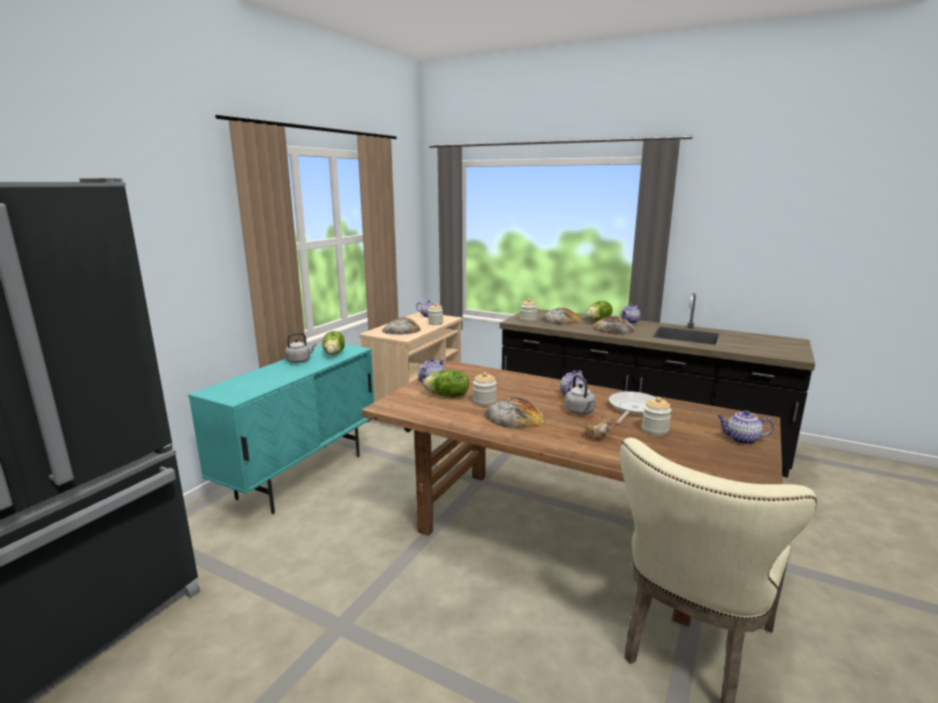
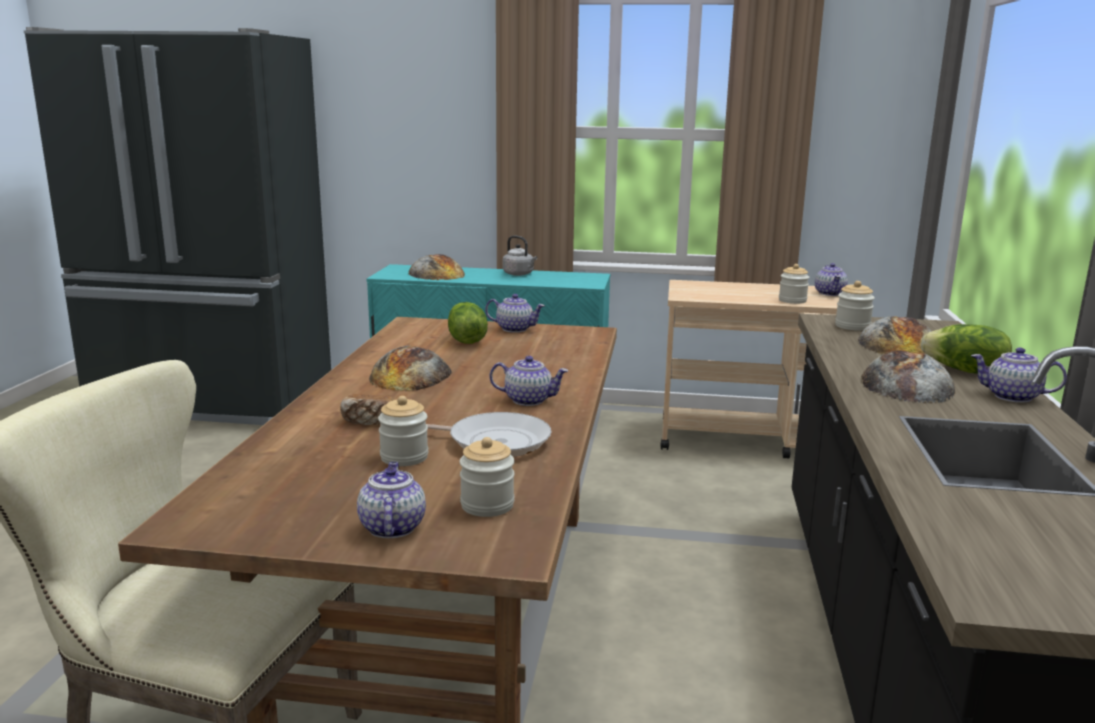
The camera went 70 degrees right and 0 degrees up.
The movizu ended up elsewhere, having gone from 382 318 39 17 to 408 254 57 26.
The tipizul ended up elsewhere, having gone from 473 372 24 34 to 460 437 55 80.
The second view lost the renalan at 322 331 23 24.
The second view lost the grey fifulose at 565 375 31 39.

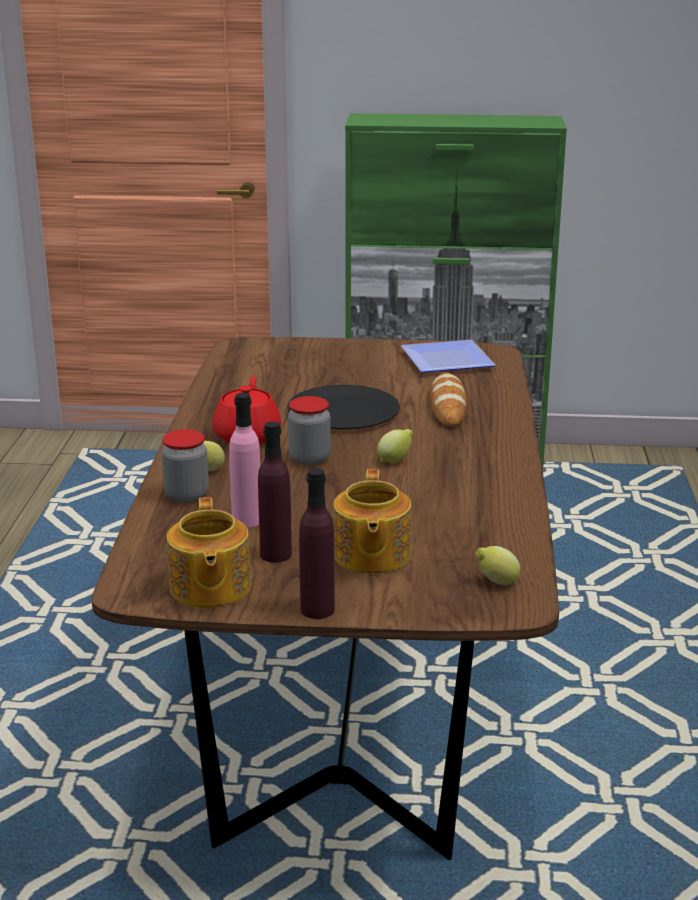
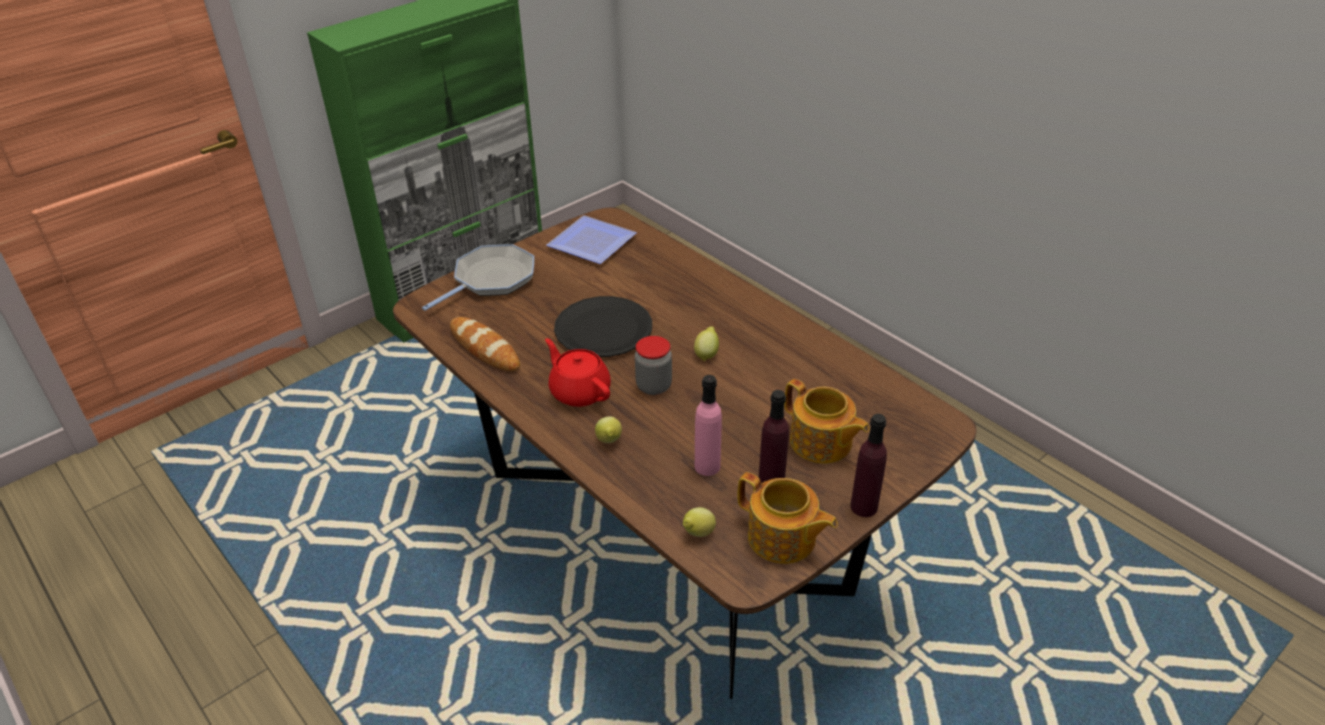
The camera went 45 degrees left and 15 degrees up.
The second view gained the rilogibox at 422 244 112 67.
The movizu ended up elsewhere, having gone from 431 373 36 54 to 450 317 70 54.
The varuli ended up elsewhere, having gone from 475 546 45 39 to 683 507 33 30.
The second view lost the tipizul at 162 429 47 74.

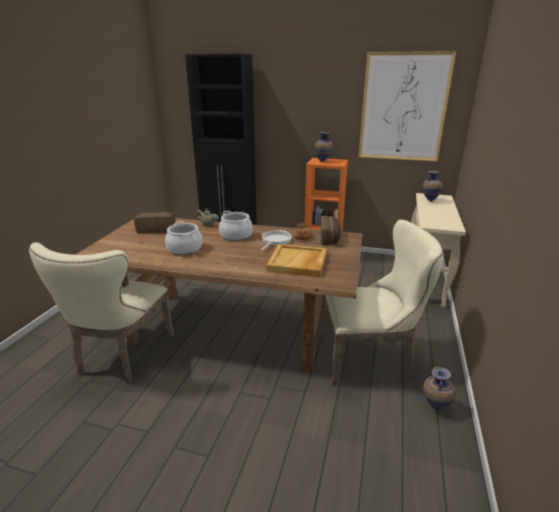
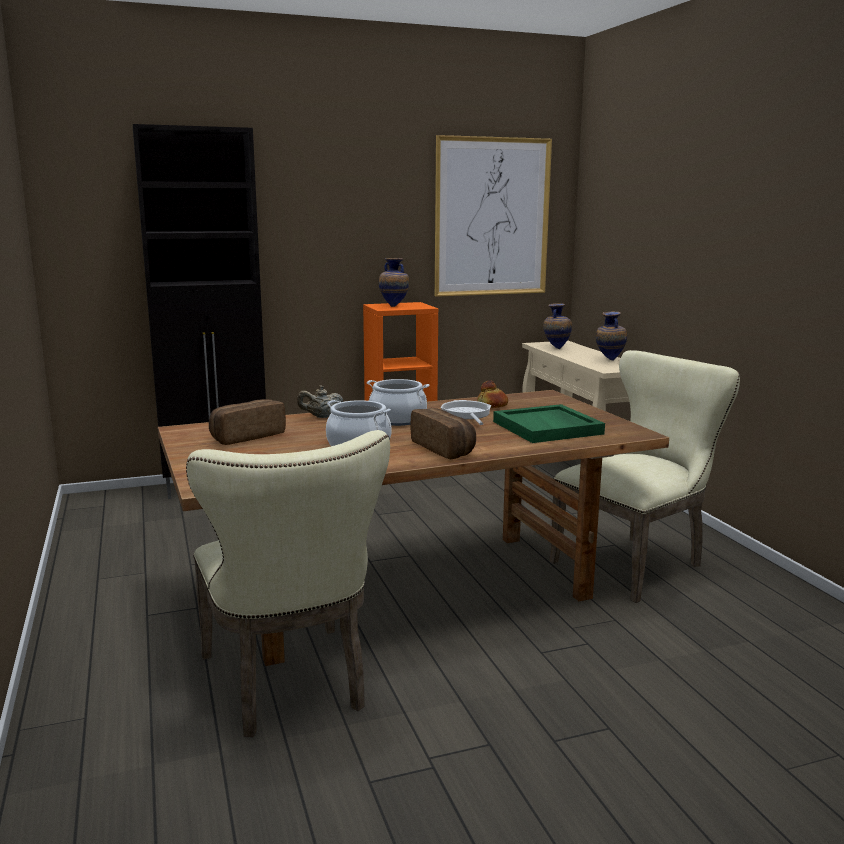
The camera went 35 degrees left and 10 degrees down.
The movizu ended up elsewhere, having gone from 320 216 21 29 to 411 408 65 51.
What was the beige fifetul at 266 244 61 33 turned into the green fifetul at 493 404 112 39.
The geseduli ended up elsewhere, having gone from 423 367 33 43 to 596 312 31 49.

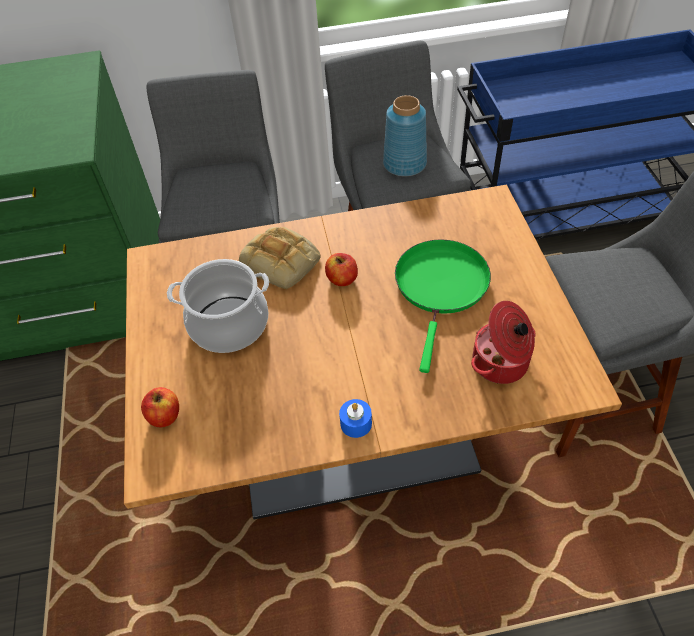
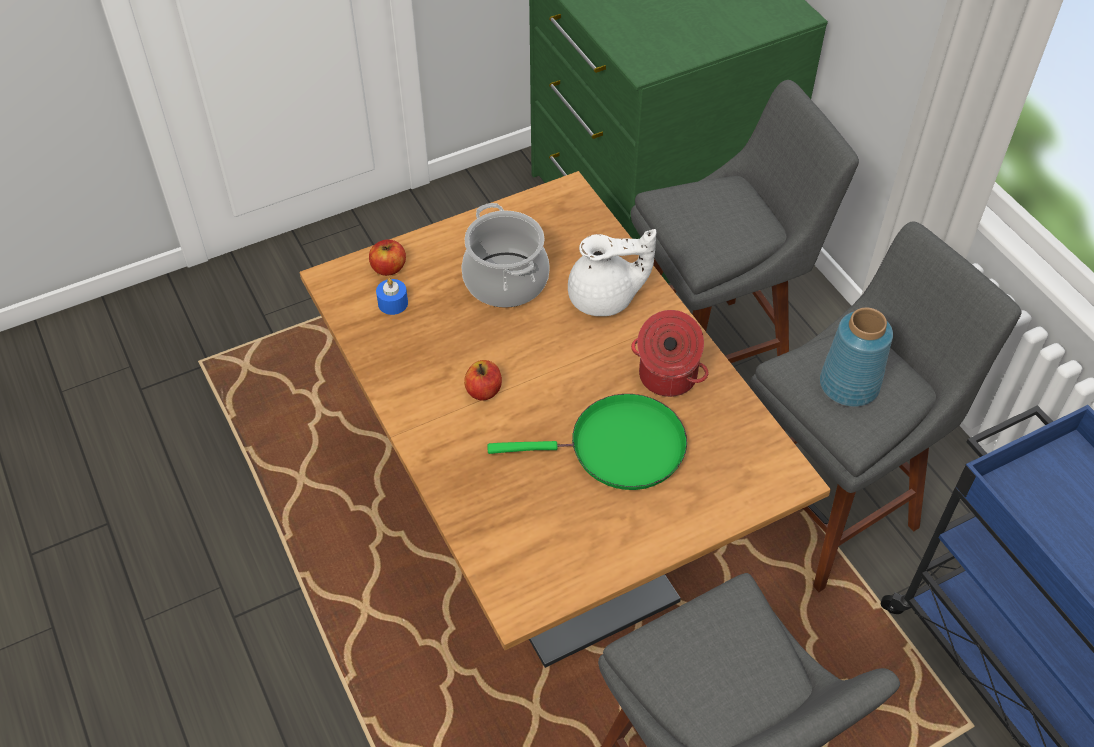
The camera went 70 degrees right and 0 degrees up.
The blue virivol ended up elsewhere, having gone from 339 399 33 39 to 376 278 32 37.
The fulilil ended up elsewhere, having gone from 325 253 33 33 to 464 360 38 41.
Where the movizu stood at 239 227 82 63, the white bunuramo came to stand at 568 229 88 87.
The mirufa ended up elsewhere, having gone from 471 301 65 83 to 631 310 77 87.

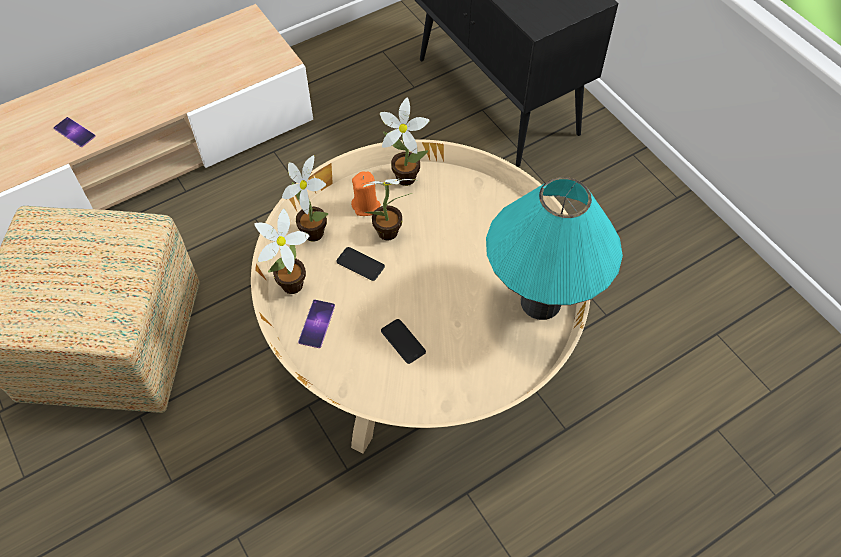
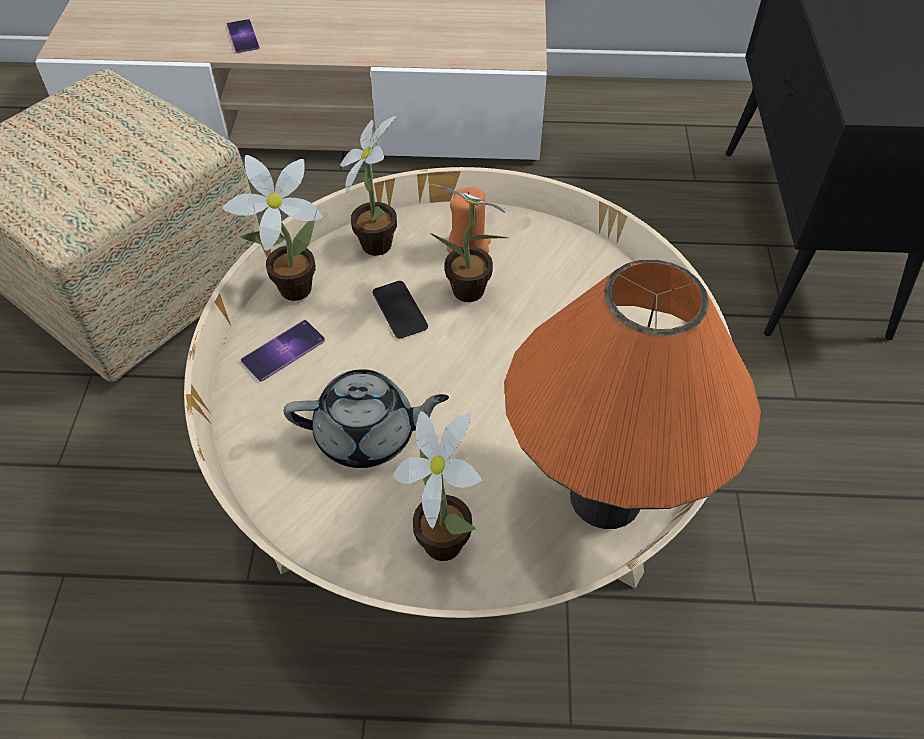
The camera went 35 degrees right and 5 degrees down.
Where the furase stood at 381 319 45 45, the grey bunuramo came to stand at 284 369 165 99.
The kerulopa ended up elsewhere, having gone from 380 98 50 88 to 393 411 89 150.
What was the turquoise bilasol at 486 177 137 143 turned into the orange bilasol at 504 260 257 269.

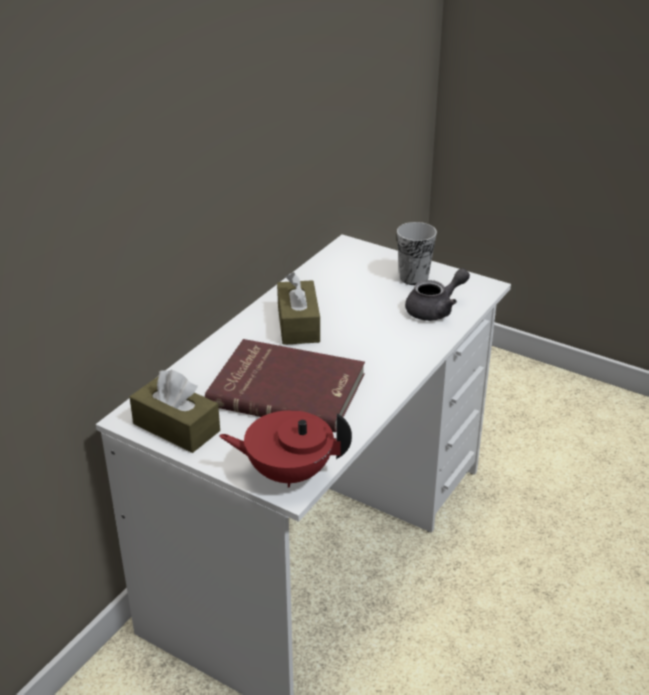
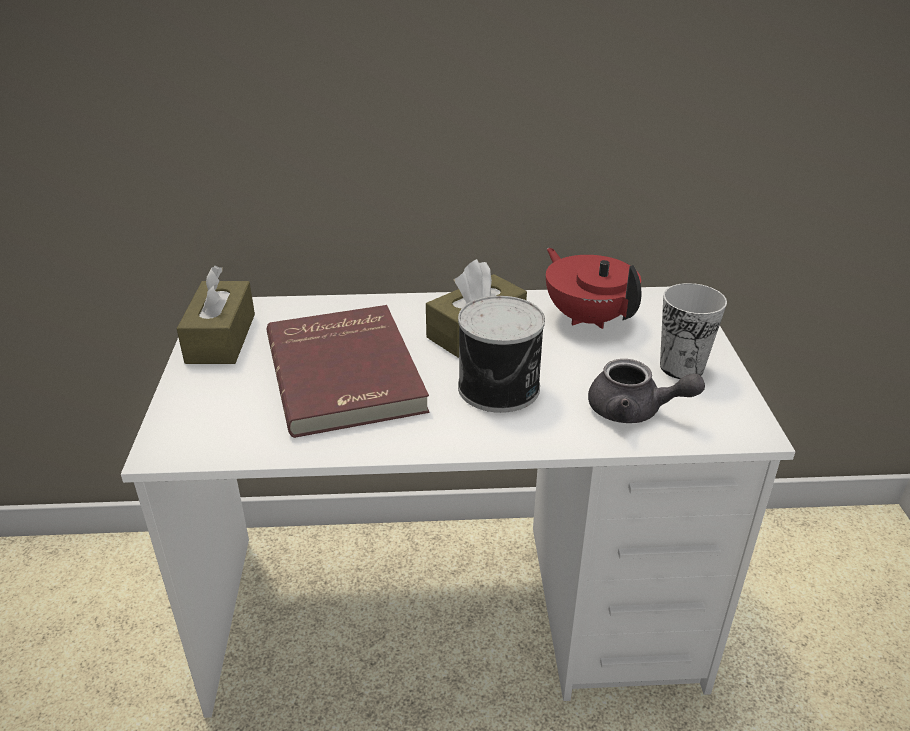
The camera went 55 degrees right and 0 degrees up.
The second view gained the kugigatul at 458 296 87 117.
The red bunuramo ended up elsewhere, having gone from 219 410 133 78 to 546 248 95 81.

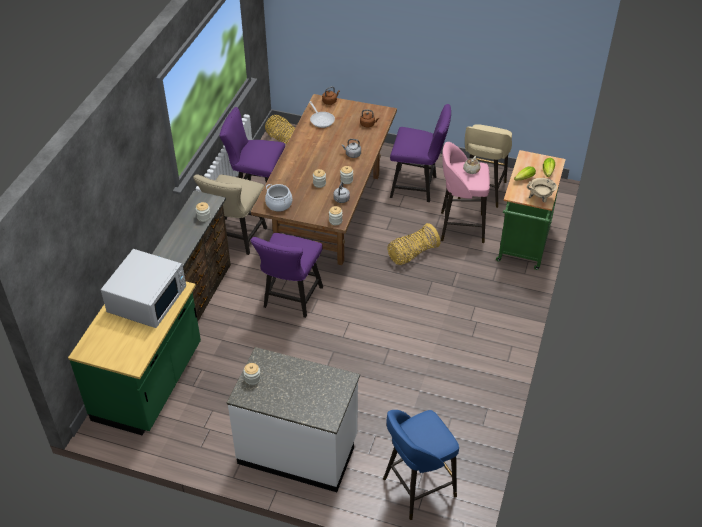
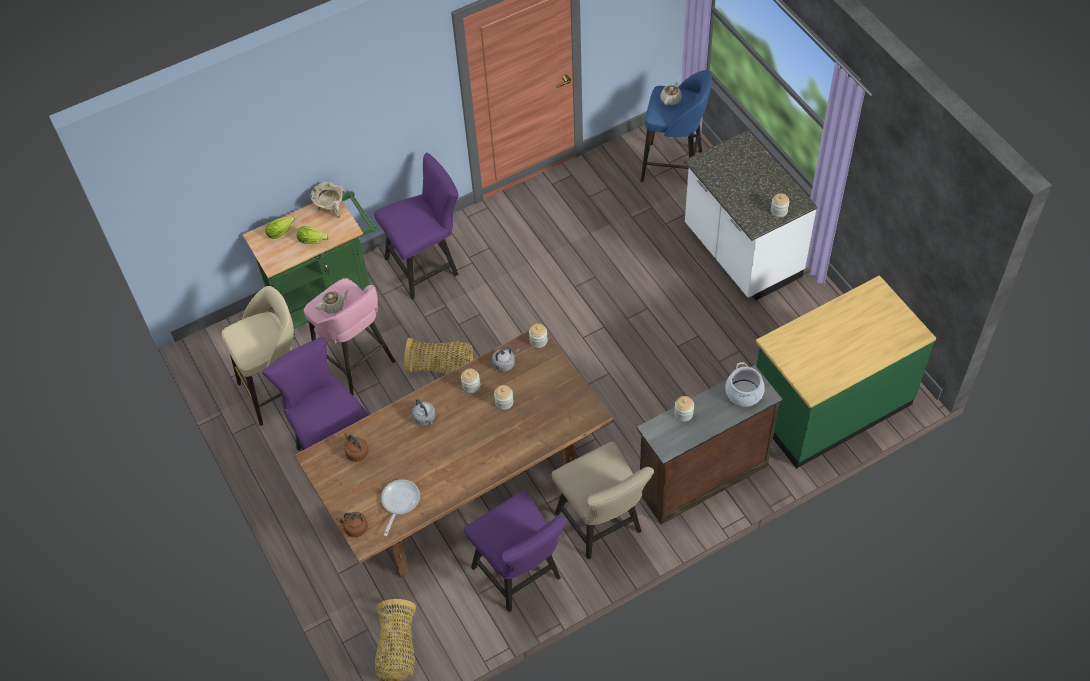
The camera went 135 degrees left and 10 degrees up.
The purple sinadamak ended up elsewhere, having gone from 250 233 73 85 to 374 153 85 147.
The beige sinadamak at 193 174 74 81 ended up facing another way, 90 degrees clockwise from before.
The second view gained the beige bunuramo at 660 78 22 27.
The mirufa ended up elsewhere, having gone from 265 184 27 28 to 725 362 40 45.
The second view lost the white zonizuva at 101 249 85 79.

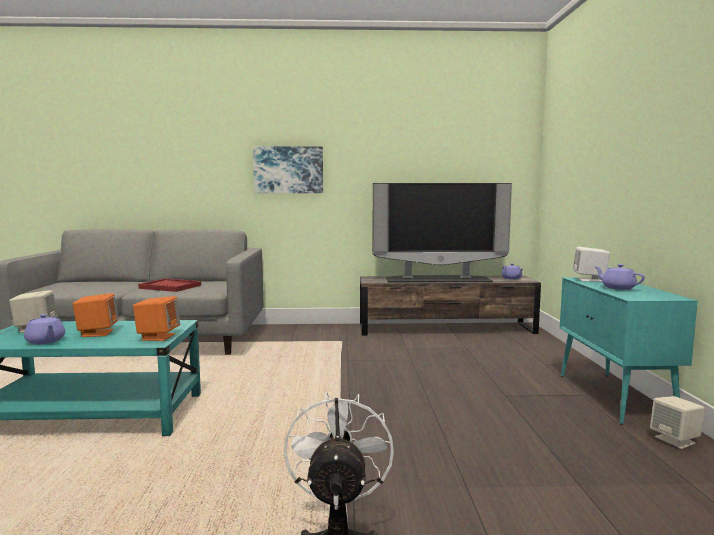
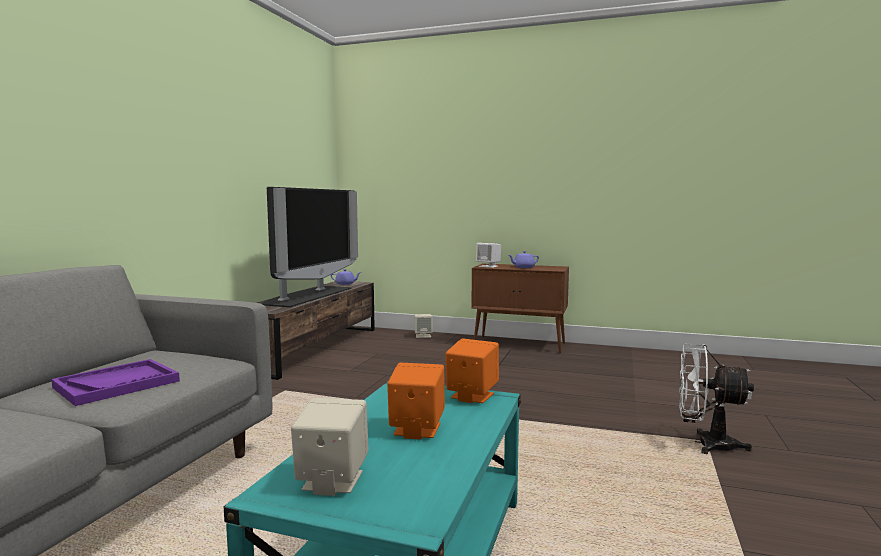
The camera went 70 degrees left and 0 degrees up.
What was the red fifetul at 138 279 63 13 turned into the purple fifetul at 51 359 129 47.
The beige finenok ended up elsewhere, having gone from 650 396 55 53 to 414 314 19 24.
What was the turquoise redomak at 560 277 138 148 turned into the brown redomak at 471 264 98 89.
The second view lost the purple bunuramo at 24 314 41 30.
The second view lost the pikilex at 253 146 70 47.

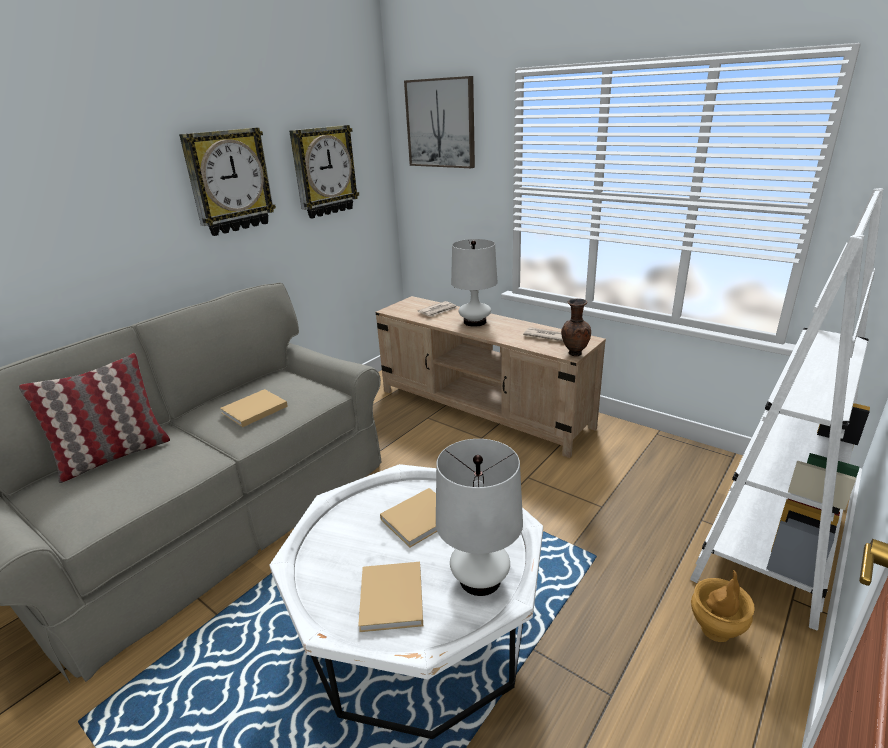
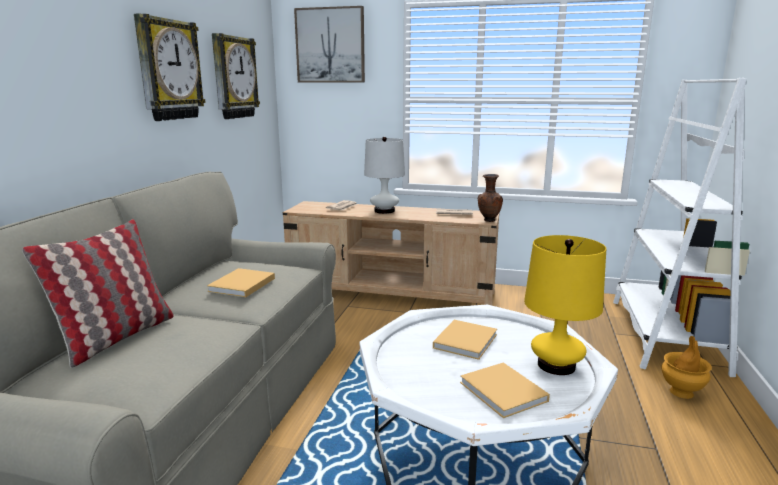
The camera went 25 degrees left and 10 degrees down.
What was the white bilasol at 436 439 87 157 turned into the yellow bilasol at 524 235 82 140.

